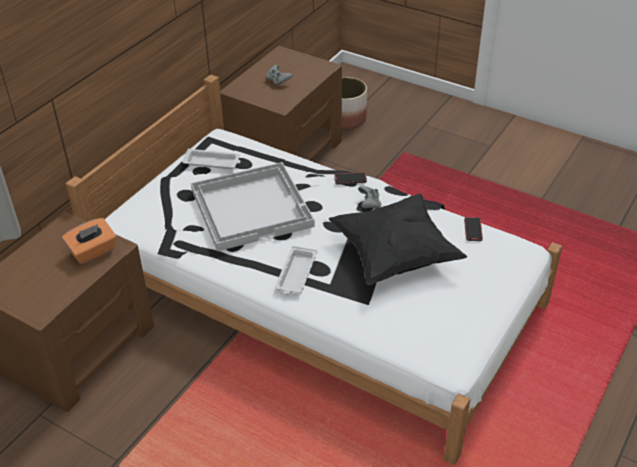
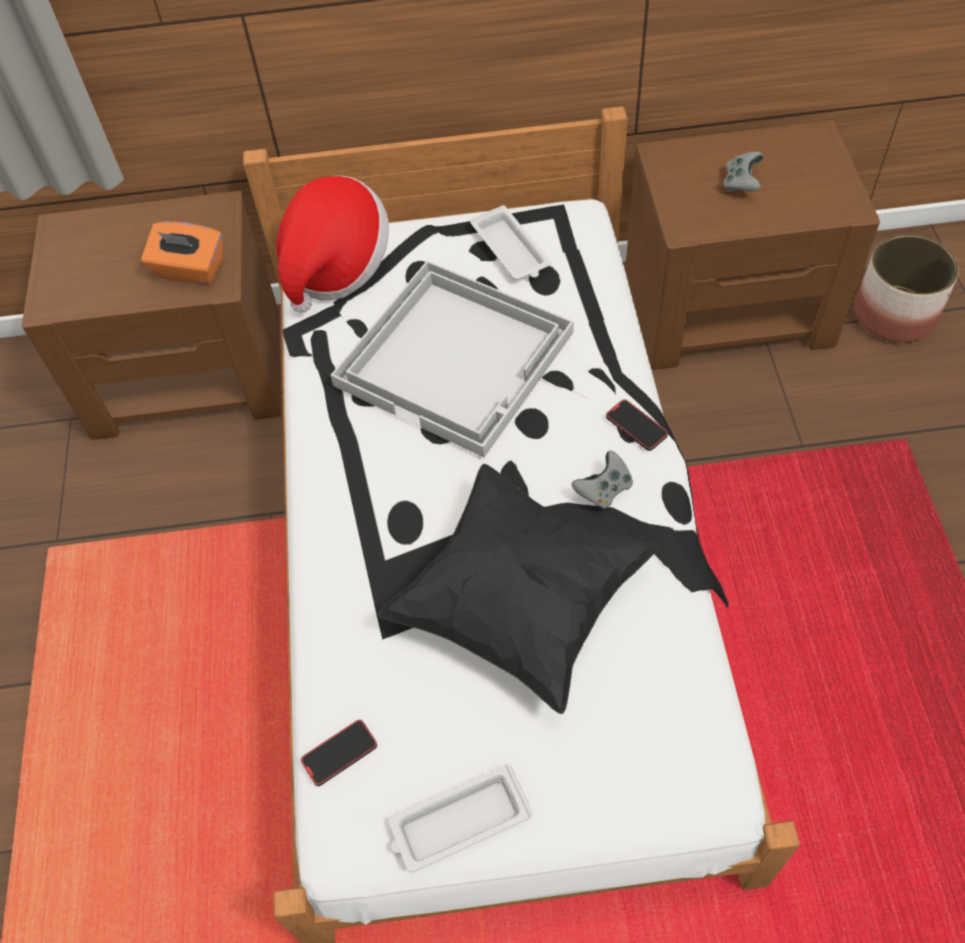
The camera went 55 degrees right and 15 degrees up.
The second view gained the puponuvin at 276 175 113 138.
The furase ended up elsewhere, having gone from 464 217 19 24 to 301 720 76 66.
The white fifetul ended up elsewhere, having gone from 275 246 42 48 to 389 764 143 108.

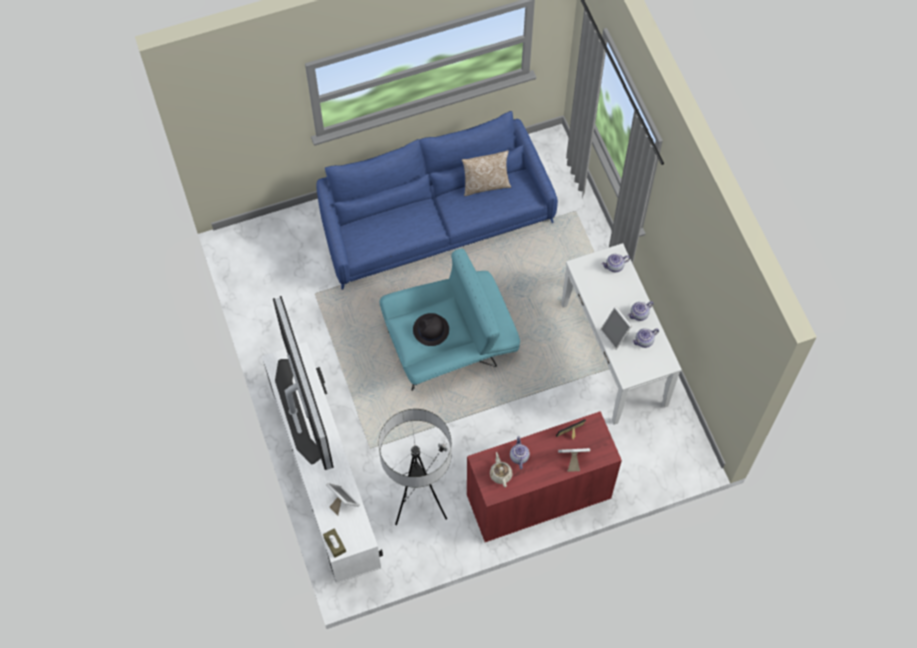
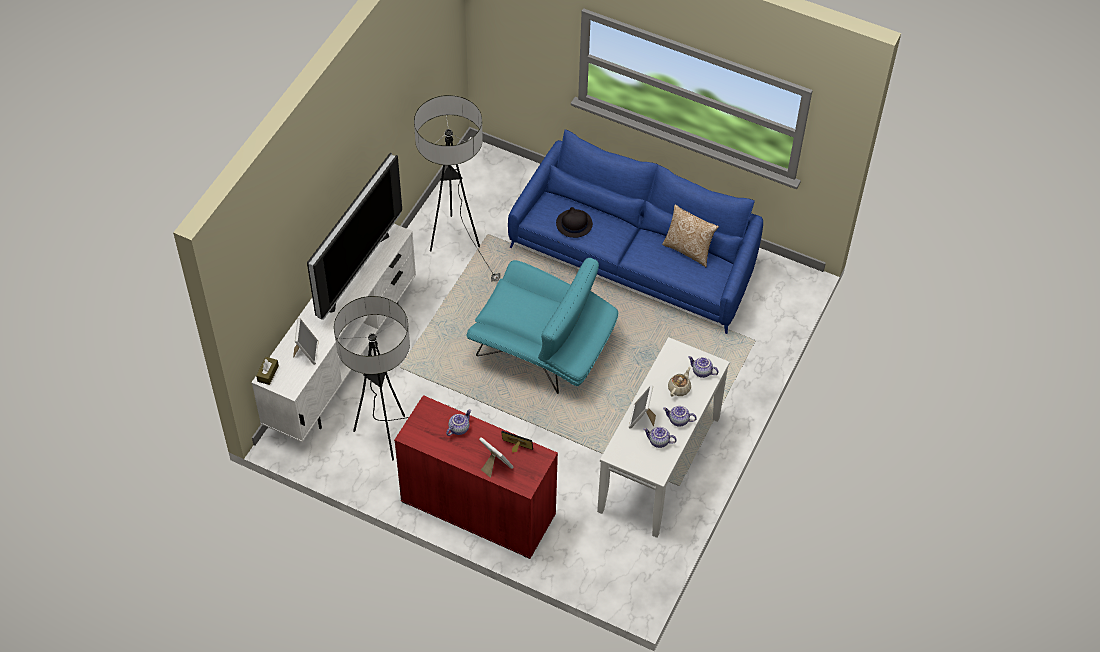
The camera went 45 degrees right and 10 degrees down.
The second view gained the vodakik at 414 95 86 188.
The black puponuvin ended up elsewhere, having gone from 413 313 36 33 to 556 207 37 31.
The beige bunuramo ended up elsewhere, having gone from 490 452 23 35 to 668 367 23 30.

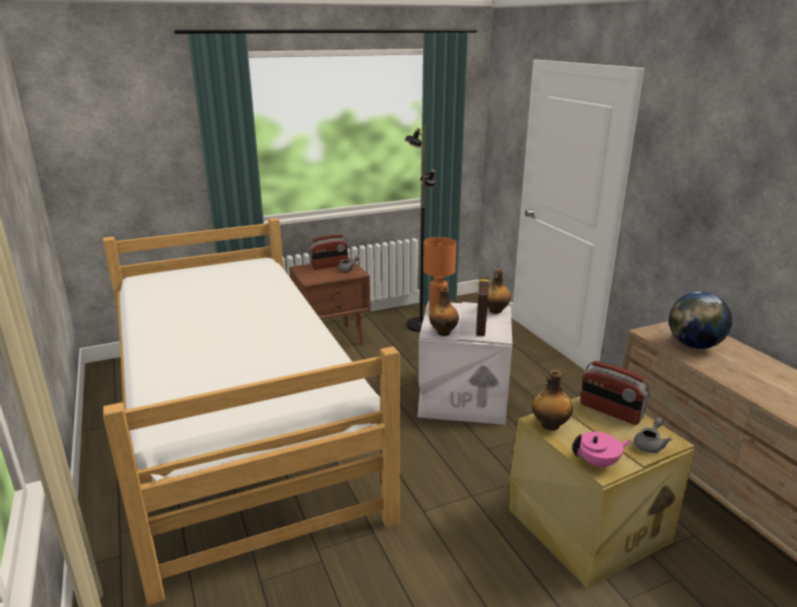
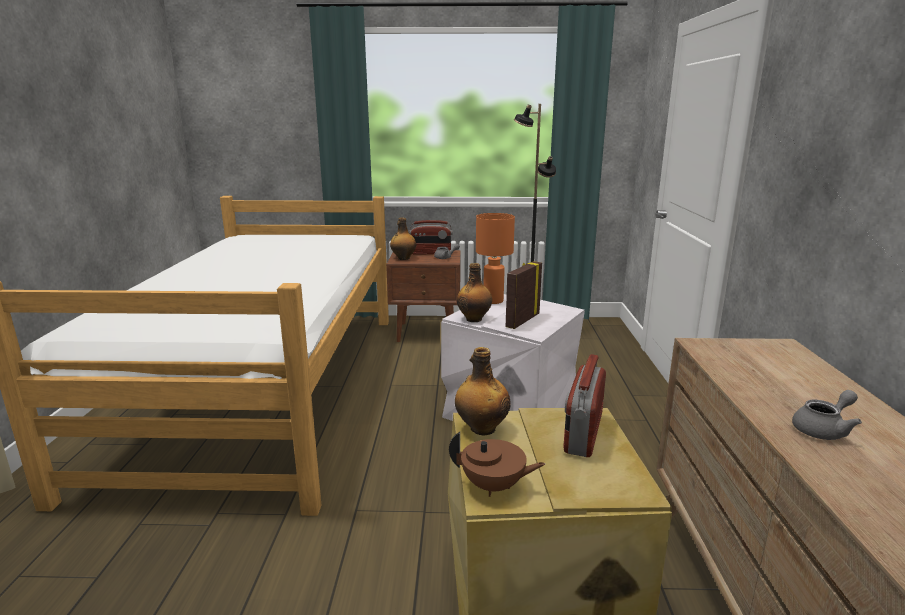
The camera went 25 degrees right and 5 degrees down.
The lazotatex ended up elsewhere, having gone from 487 269 24 45 to 390 218 26 42.
What was the pink bunuramo at 572 432 60 38 turned into the brown bunuramo at 449 432 96 65.
The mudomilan at 580 361 70 64 ended up facing another way, 45 degrees clockwise from before.
The grey bunuramo ended up elsewhere, having gone from 634 417 38 36 to 792 390 70 50.
The second view lost the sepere at 669 292 63 57.

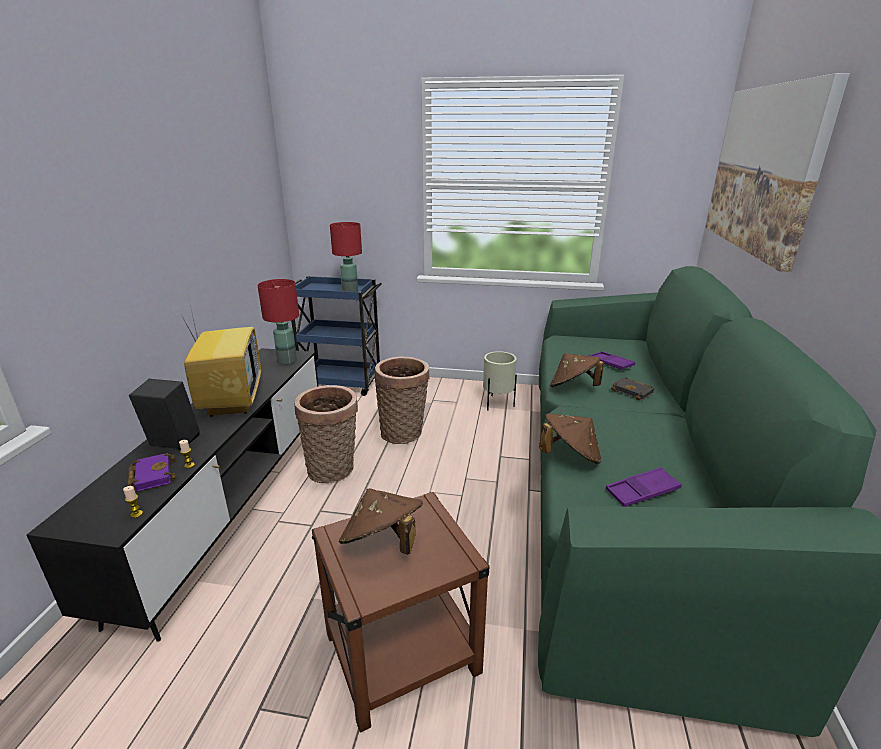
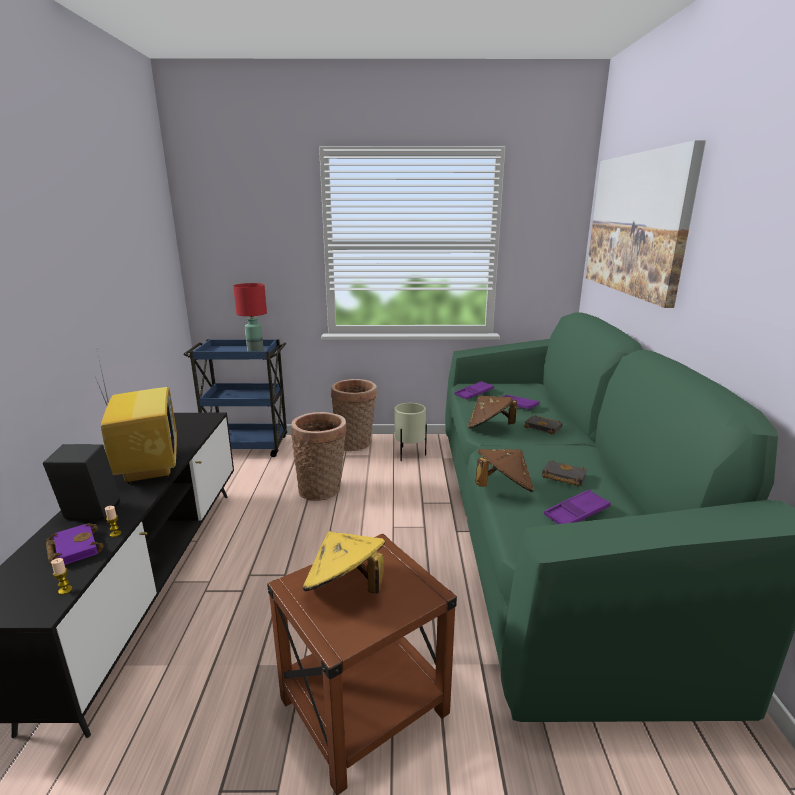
The camera went 10 degrees left and 5 degrees down.
What was the brown puponuvin at 339 488 84 67 turned into the yellow puponuvin at 303 531 82 63.
The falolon ended up elsewhere, having gone from 294 385 64 98 to 331 379 46 72.
The second view gained the purple fifetul at 455 381 39 19.
The second view gained the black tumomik at 542 460 45 27.
The second view lost the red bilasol at 258 279 41 86.

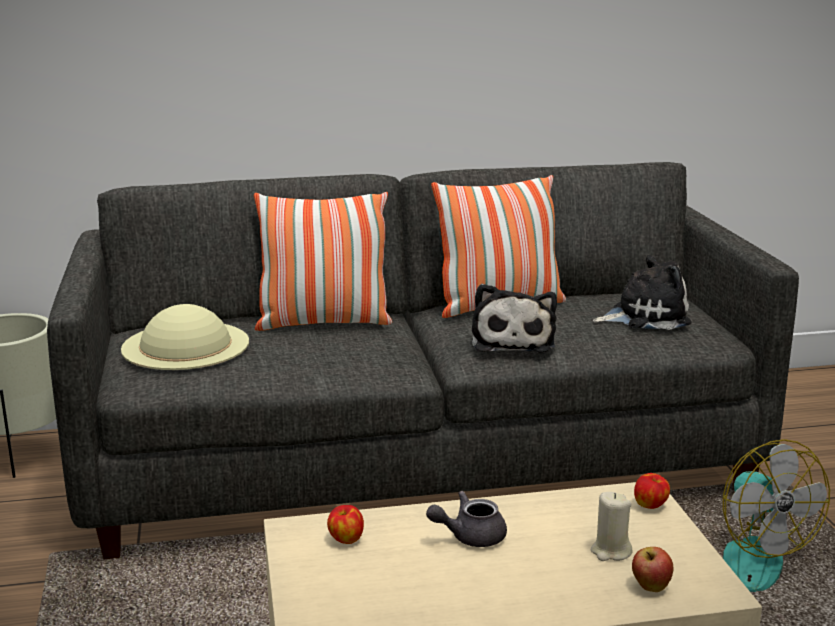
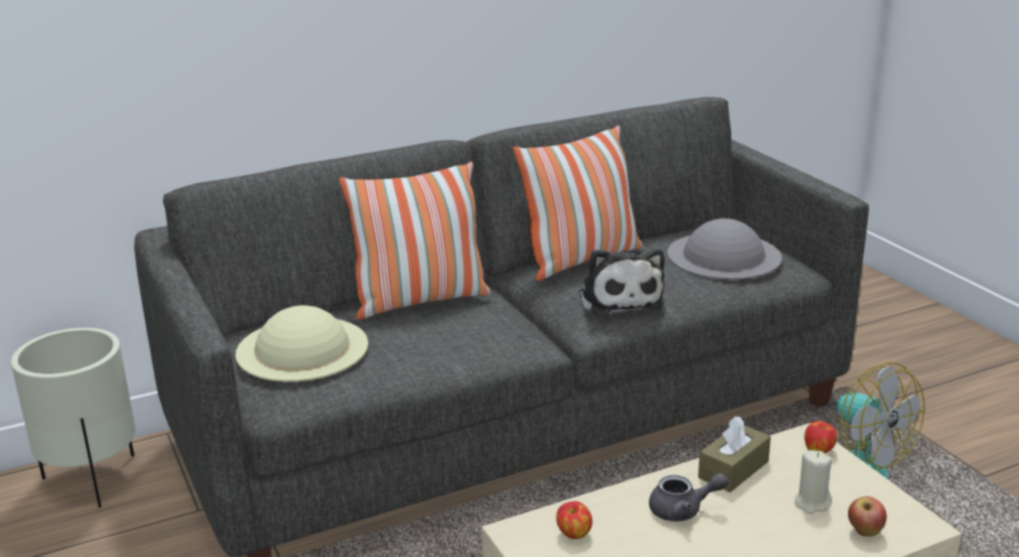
The camera went 15 degrees left and 5 degrees up.
The grey bunuramo at 426 491 81 56 ended up facing another way, 150 degrees counterclockwise from before.
Where the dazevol stood at 593 255 99 75, the grey puponuvin came to stand at 667 218 115 62.
The second view gained the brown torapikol at 698 416 73 76.

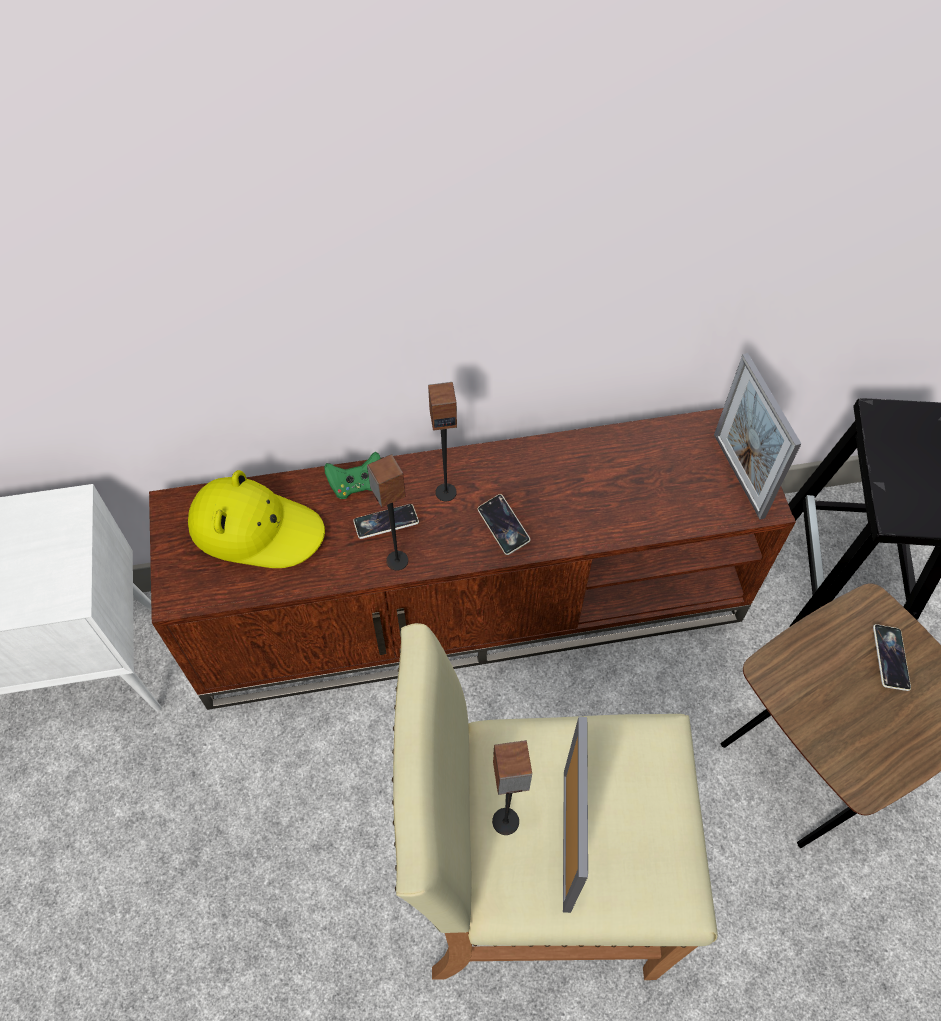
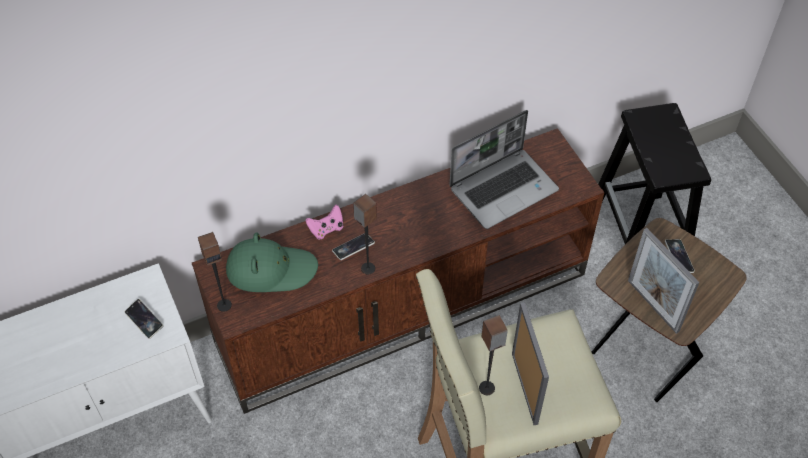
The camera went 15 degrees left and 5 degrees down.
The furase ended up elsewhere, having gone from 478 494 52 61 to 125 299 39 40.
The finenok ended up elsewhere, having gone from 428 382 29 119 to 198 232 34 80.
What was the yellow puponuvin at 188 470 137 98 turned into the green puponuvin at 226 232 92 60.
What was the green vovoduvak at 324 452 57 47 turned into the pink vovoduvak at 305 204 38 35.
The second view gained the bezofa at 449 110 110 119.
The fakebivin ended up elsewhere, having gone from 714 353 87 167 to 628 228 72 106.

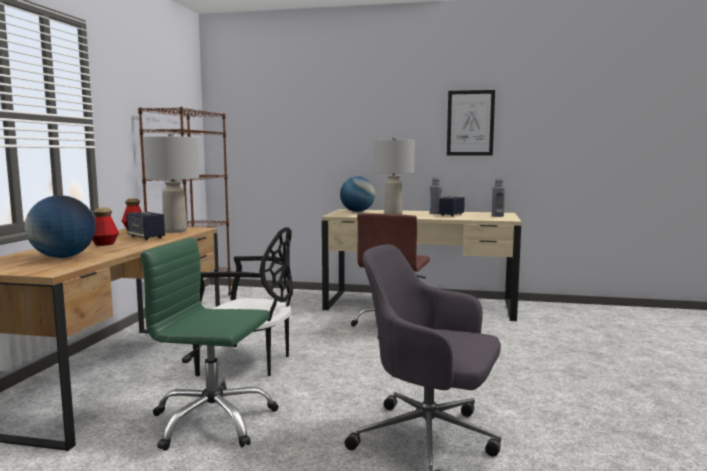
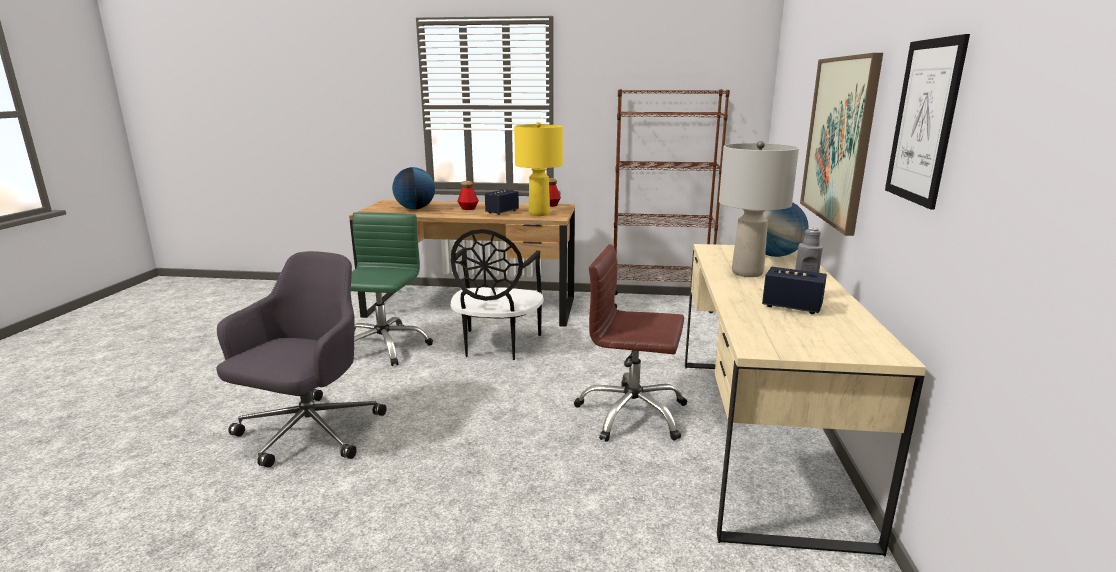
The camera went 85 degrees right and 10 degrees up.
What was the grey bilasol at 143 133 56 100 turned into the yellow bilasol at 514 122 49 94.
The second view gained the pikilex at 800 53 83 183.
The second view lost the grey lazotatex at 492 178 13 39.

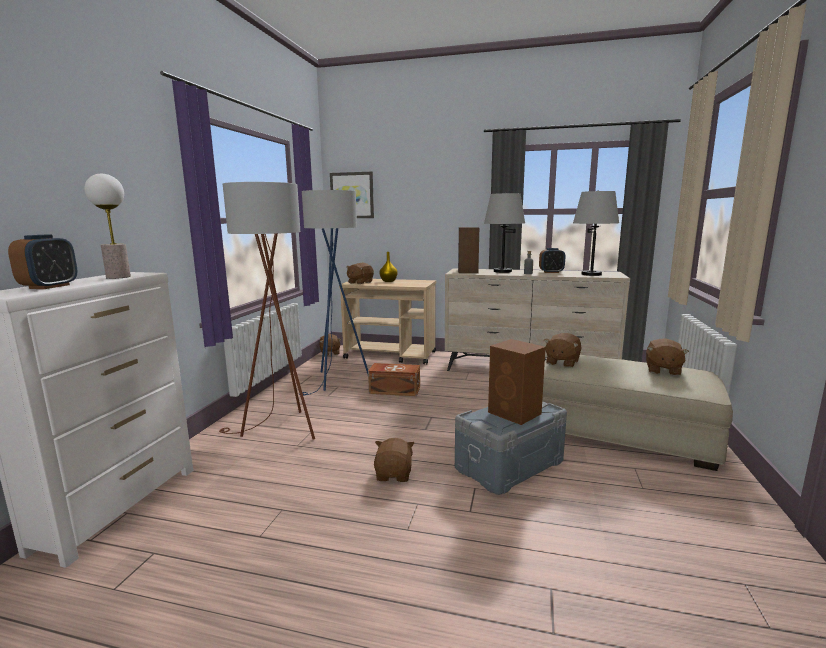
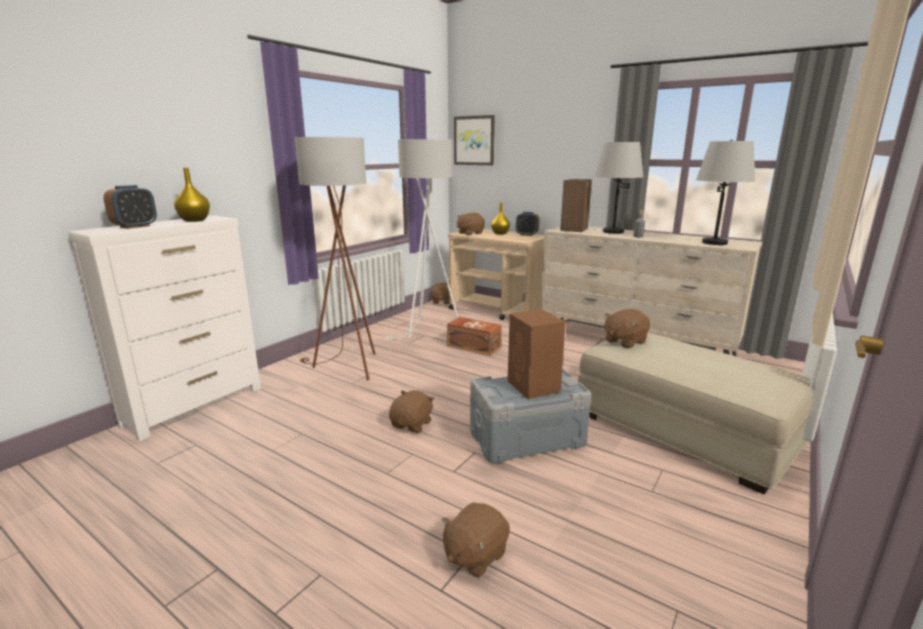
The camera went 20 degrees right and 5 degrees up.
Where the bilasol stood at 84 174 47 105, the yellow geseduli came to stand at 174 168 36 54.
What was the blue vodakik at 299 190 69 206 turned into the white vodakik at 385 139 73 201.
The brown dazevol ended up elsewhere, having gone from 646 338 43 38 to 442 502 68 75.
The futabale ended up elsewhere, having gone from 539 248 26 25 to 516 212 23 24.

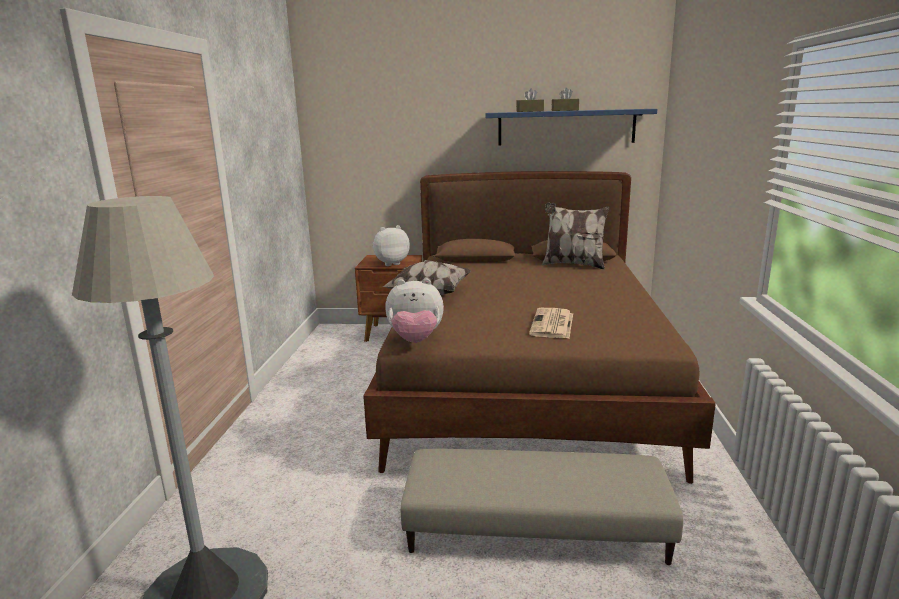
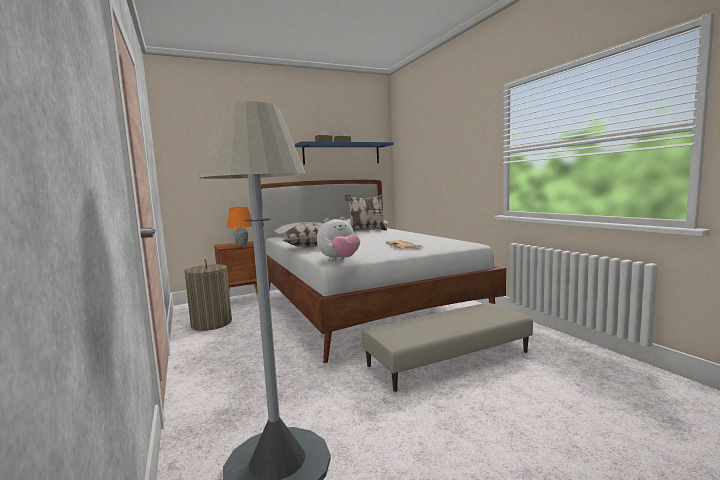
The camera went 30 degrees left and 10 degrees down.
The second view gained the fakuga at 184 259 48 72.
Where the dazevol stood at 372 225 38 41, the orange bilasol came to stand at 227 207 25 39.
What was the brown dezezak at 363 171 353 313 turned into the white dezezak at 261 180 245 183.

